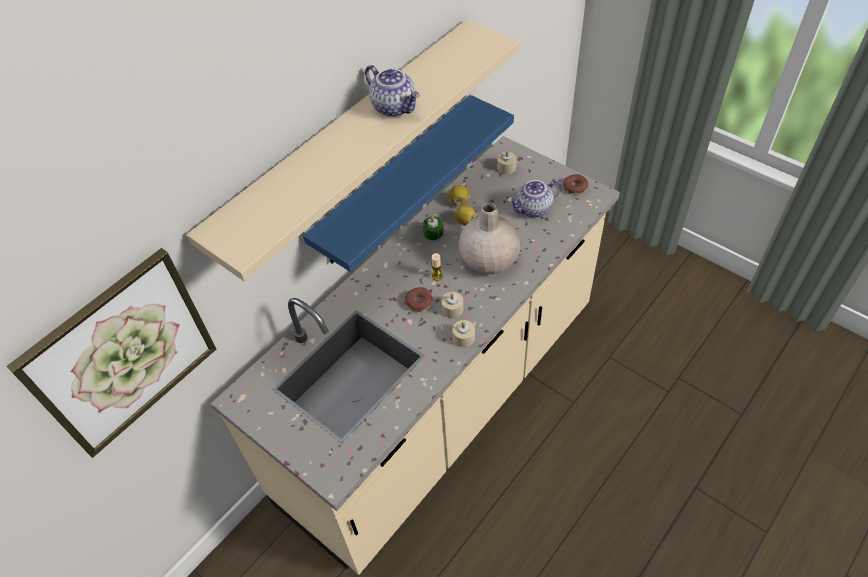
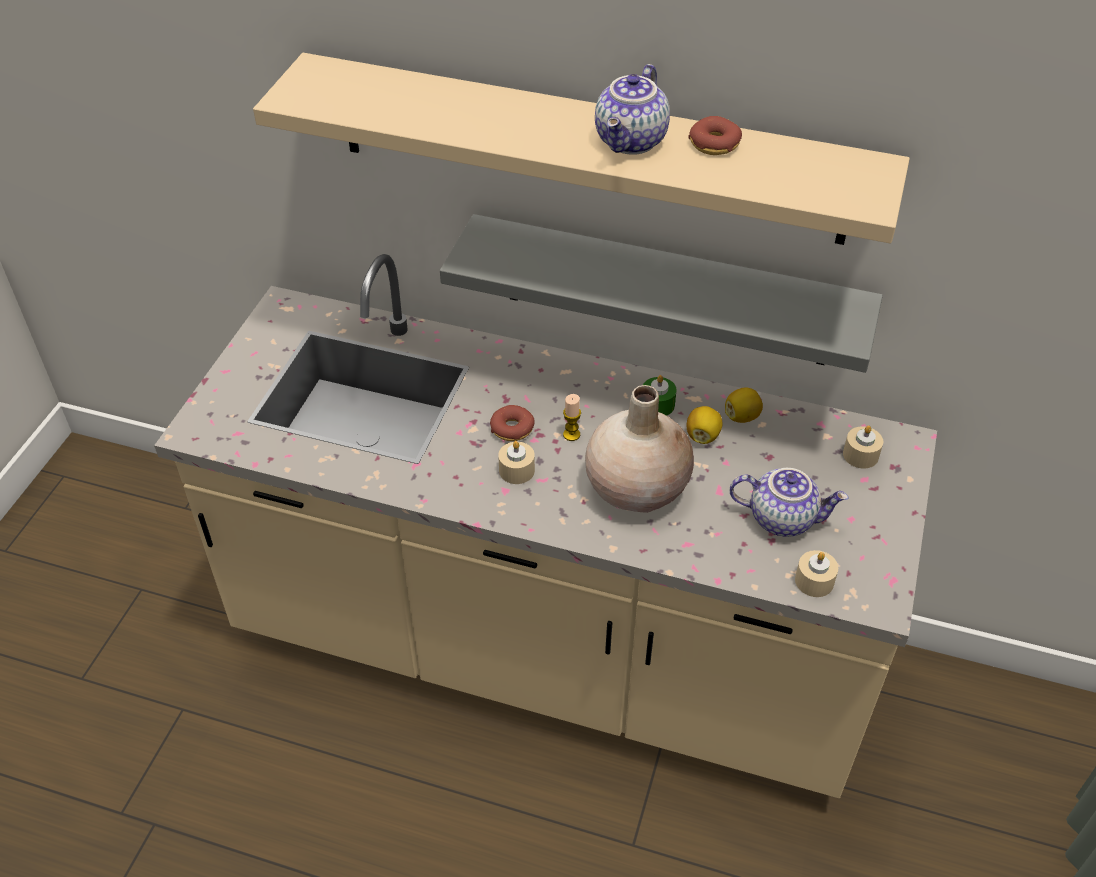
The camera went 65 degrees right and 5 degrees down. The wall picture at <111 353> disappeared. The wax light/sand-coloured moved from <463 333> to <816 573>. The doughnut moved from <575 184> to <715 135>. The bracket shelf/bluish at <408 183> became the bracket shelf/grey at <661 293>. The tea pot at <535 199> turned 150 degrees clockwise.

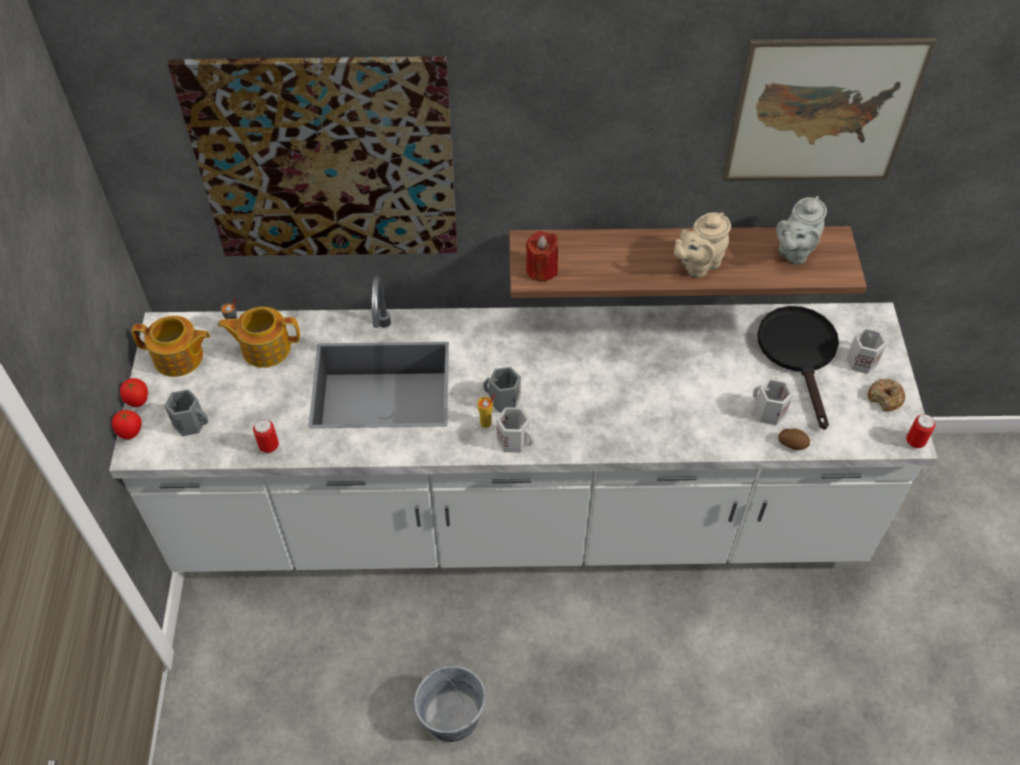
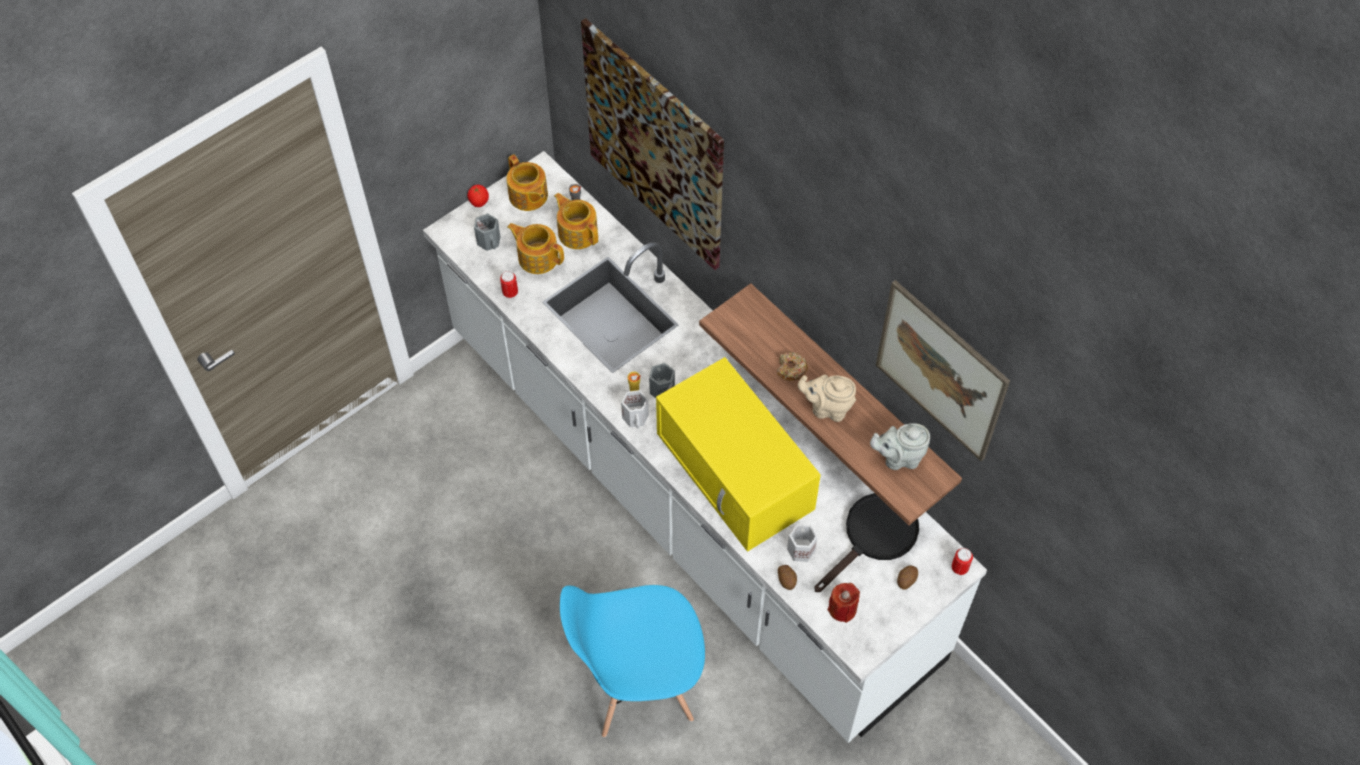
The camera went 50 degrees right and 5 degrees up. The tomato at <127 424> disappeared. The water bucket/grey at <450 703> disappeared. The tea pot at <535 248> appeared. The chair/bluish at <632 661> appeared. The kitchen microwave/yellow at <738 454> appeared. The wax light/red-coloured moved from <542 256> to <844 603>. The doughnut moved from <887 395> to <792 366>. The sealed can moved from <920 431> to <962 561>. The coffee mug/white at <866 351> was replaced by the potato at <907 578>.

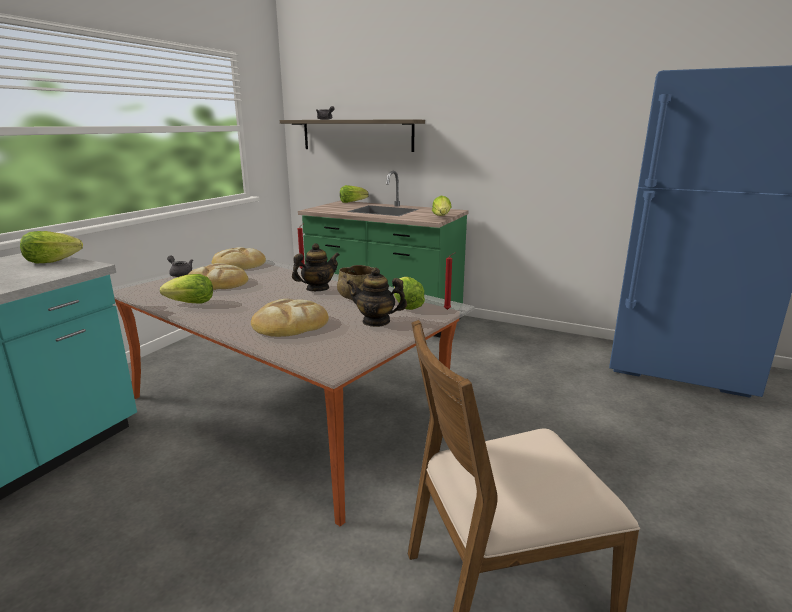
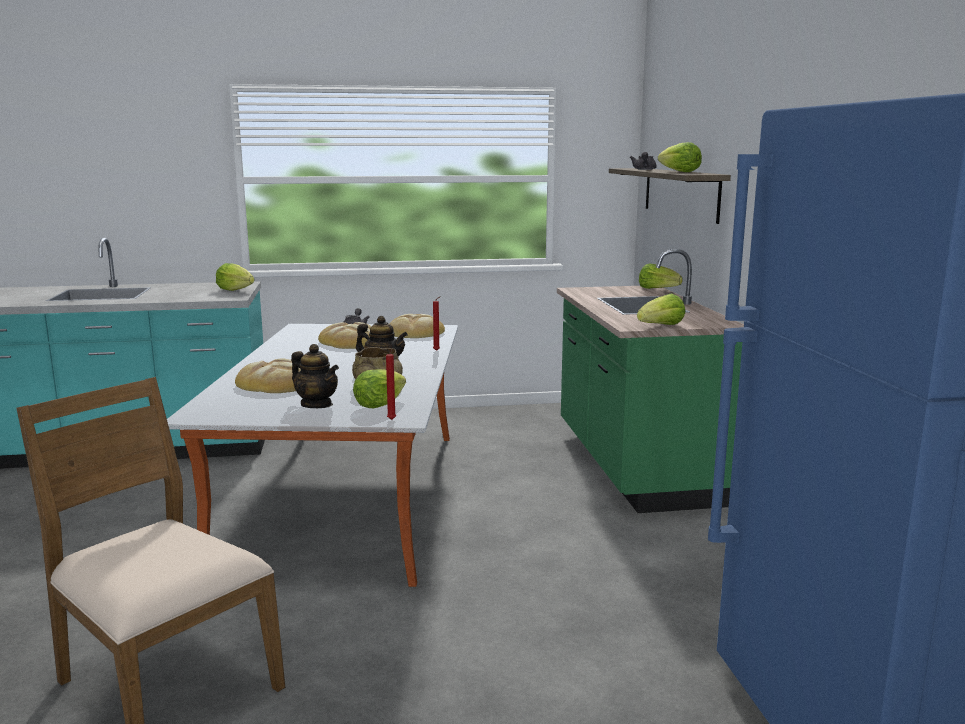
The camera went 55 degrees right and 5 degrees down. The head of lettuce moved from <186 289> to <680 157>. The tea pot at <377 297> turned 150 degrees clockwise.

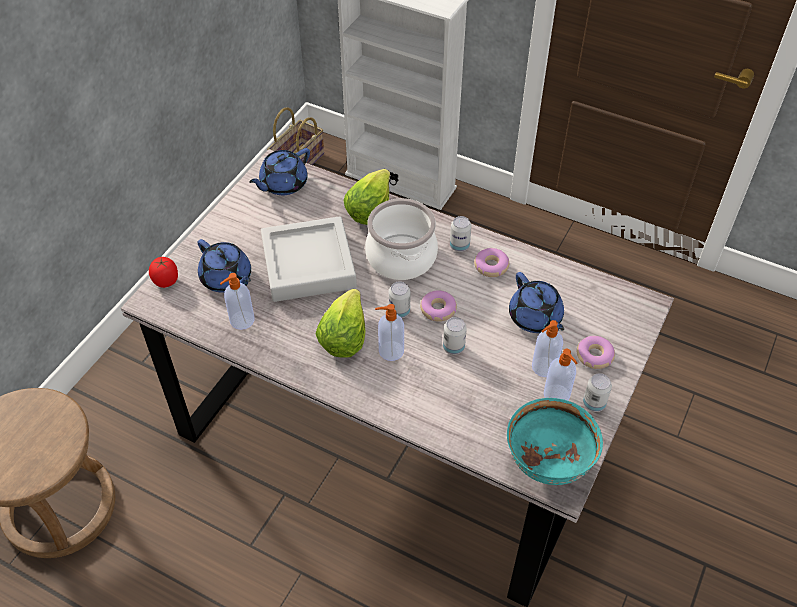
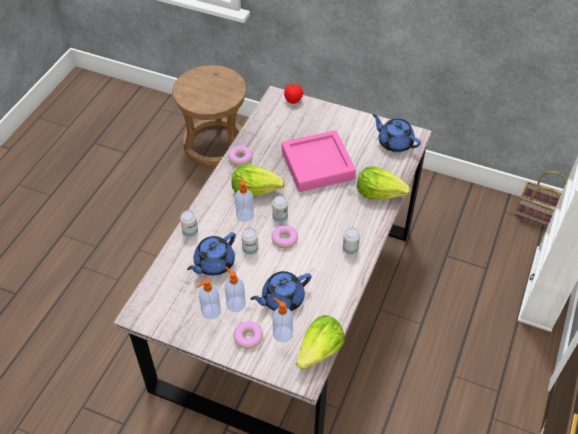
The camera went 85 degrees right and 0 degrees up. The cooking pot at <401 239> disappeared. The serving bowl/blue-green at <555 441> disappeared. The head of lettuce at <320 342> appeared. The tea pot/bluish moved from <224 266> to <211 254>. The liquid soap bottle moved from <237 301> to <282 319>. The doughnut moved from <491 262> to <240 156>. The sealed can moved from <597 392> to <189 223>. The serving tray/grey at <309 259> became the serving tray/pinkish at <319 161>.

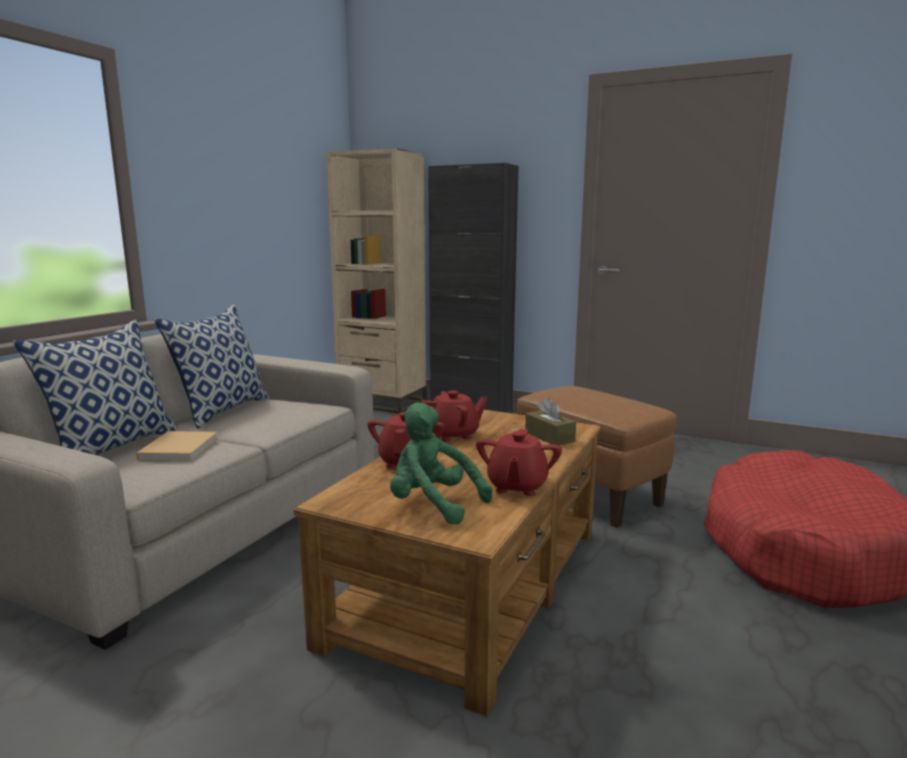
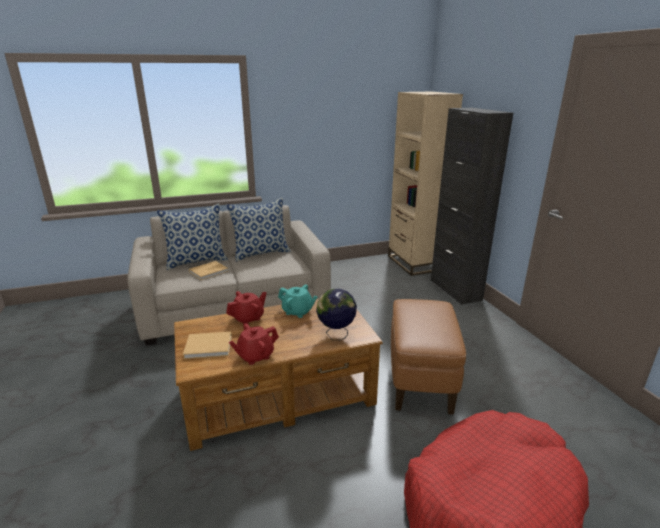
The camera went 45 degrees right and 10 degrees up. The soft toy/greenish at <441 463> was replaced by the bound book/sand-coloured at <207 345>. The tissue box/brown at <550 421> was replaced by the desk globe at <336 314>. The tea pot/red-coloured at <454 416> became the tea pot/blue-green at <298 301>.

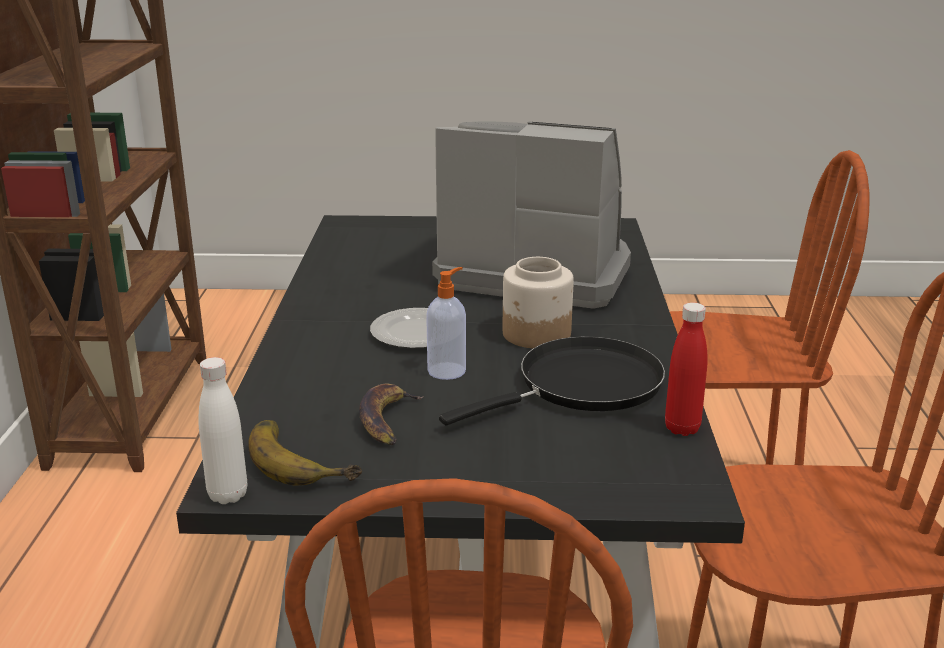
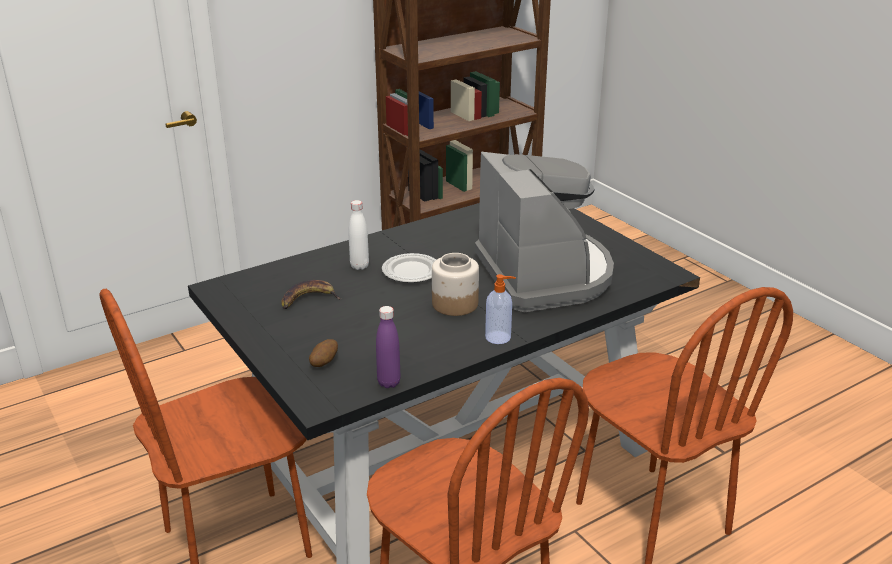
The camera went 55 degrees right and 5 degrees up. The banana fruit at <305 453> disappeared. The pan/black-coloured at <552 381> disappeared. The potato at <323 353> appeared. The bottle/white moved from <222 430> to <358 235>. The liquid soap bottle moved from <446 323> to <500 309>. The bottle/red-coloured at <686 369> became the bottle/purple-coloured at <388 347>.

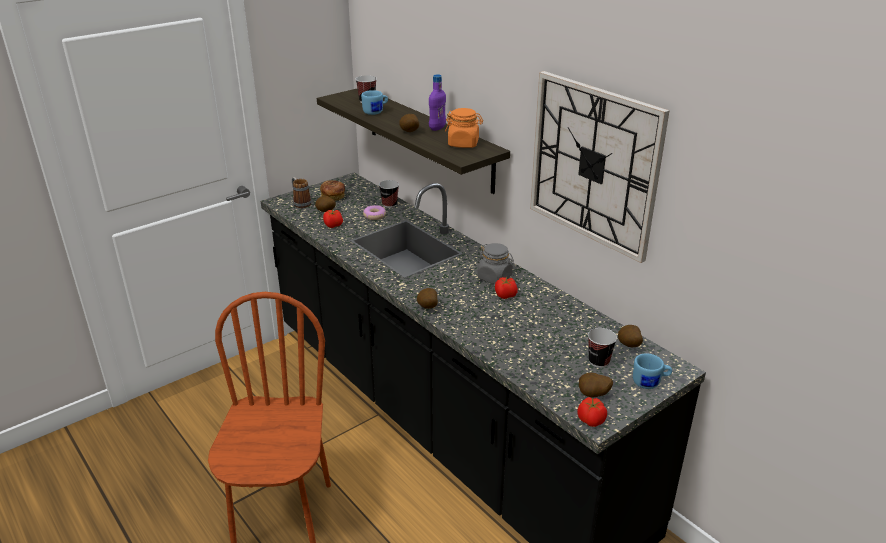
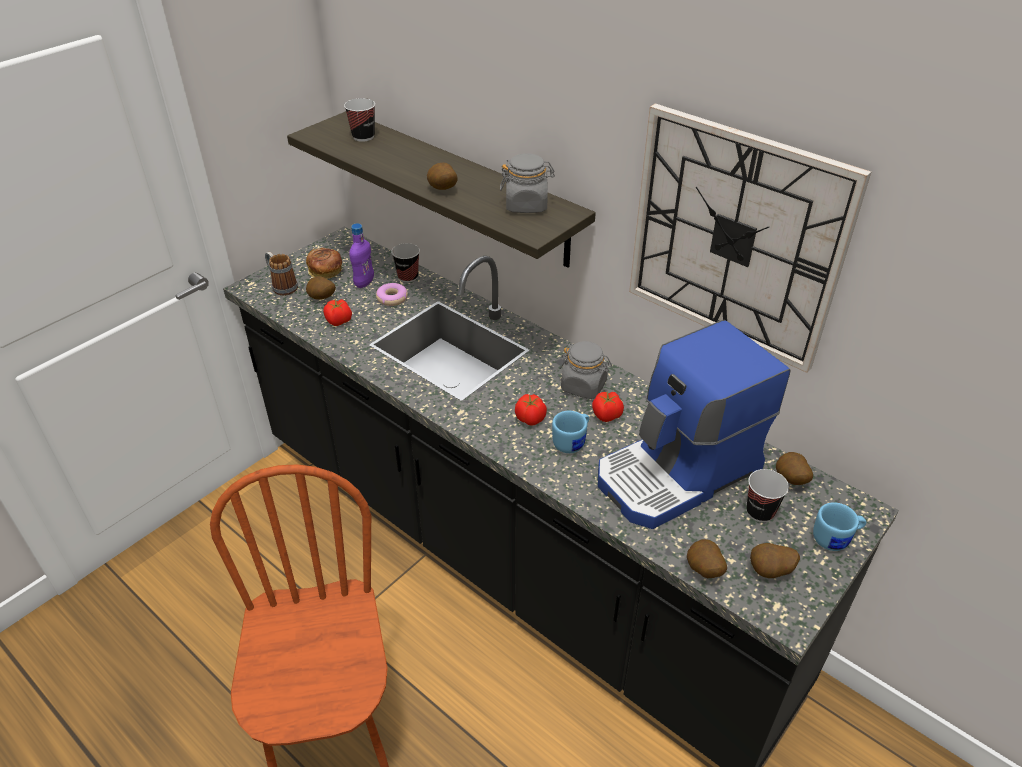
The camera went 10 degrees left and 10 degrees up. The coffee machine at <694 424> appeared. The coffee mug/bluish moved from <374 102> to <570 432>. The potato moved from <427 298> to <707 558>. The bottle/purple-coloured moved from <437 102> to <361 255>. The tomato moved from <592 412> to <531 410>. The preserve jar/orangey at <464 128> became the preserve jar/grey at <527 183>.

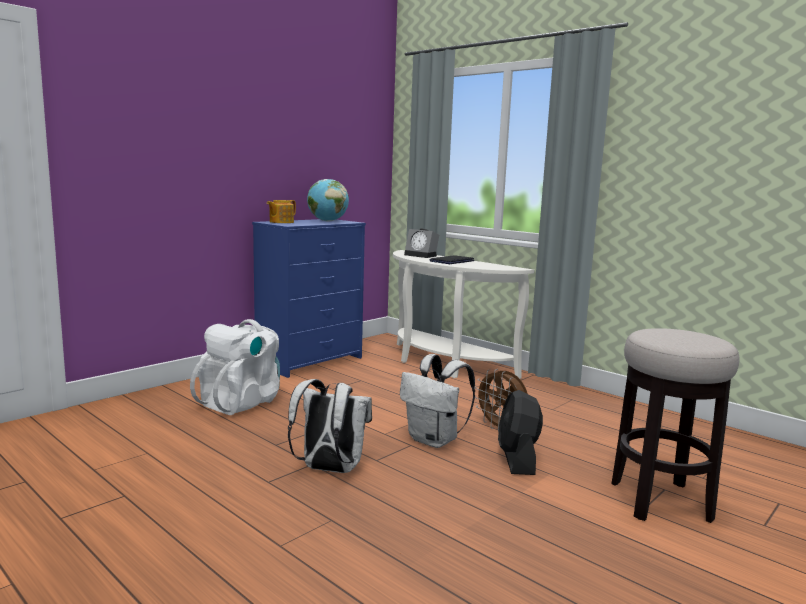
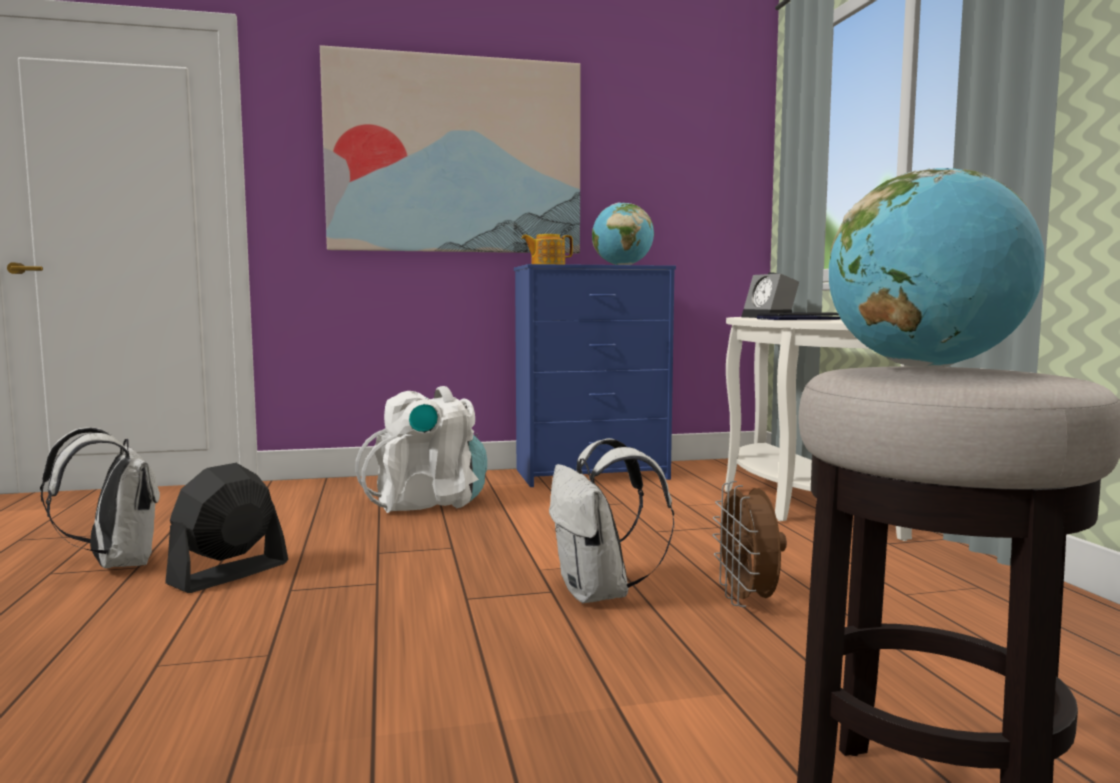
The camera went 35 degrees right and 5 degrees down. The wall picture at <450 149> appeared. The desk globe at <937 268> appeared. The rucksack/white moved from <330 426> to <100 497>. The fan/black-coloured moved from <520 432> to <226 528>.

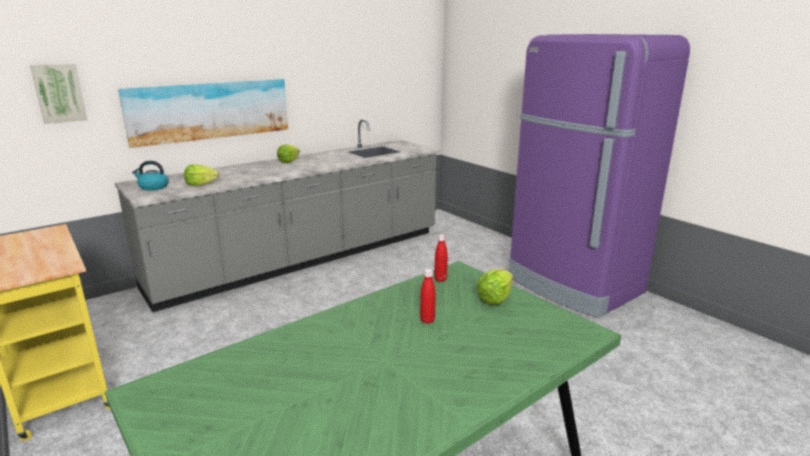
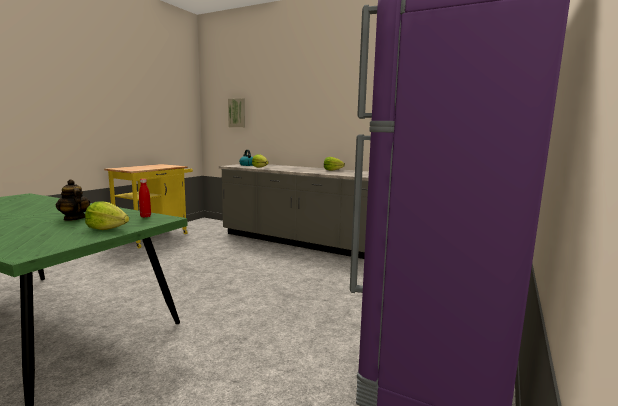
The camera went 65 degrees right and 10 degrees down. The wall picture at <203 113> disappeared. The bottle/red-coloured at <428 296> was replaced by the tea pot at <73 200>.

